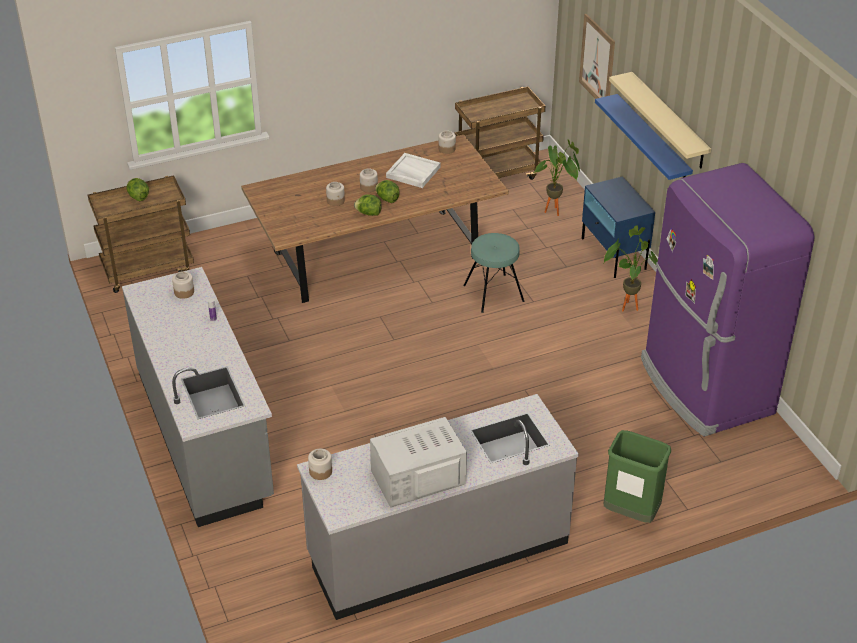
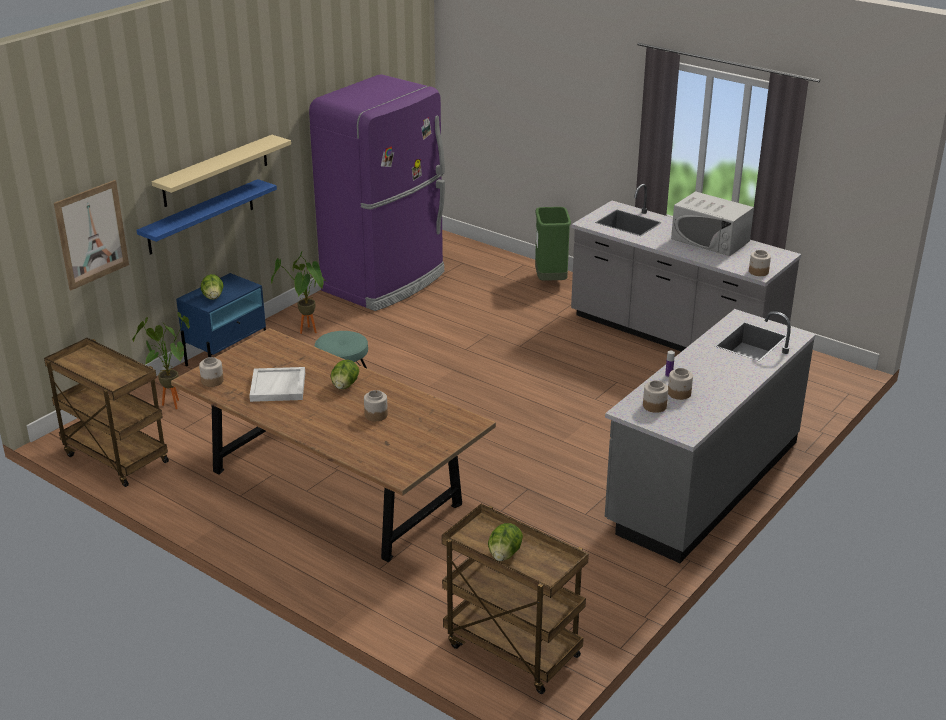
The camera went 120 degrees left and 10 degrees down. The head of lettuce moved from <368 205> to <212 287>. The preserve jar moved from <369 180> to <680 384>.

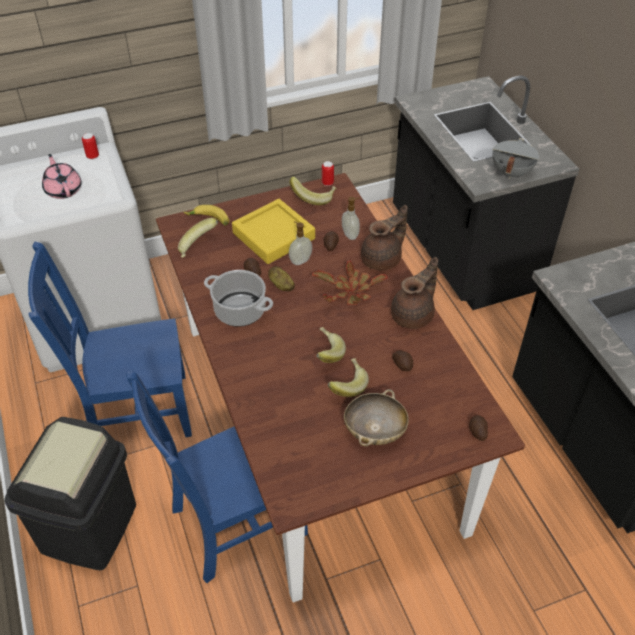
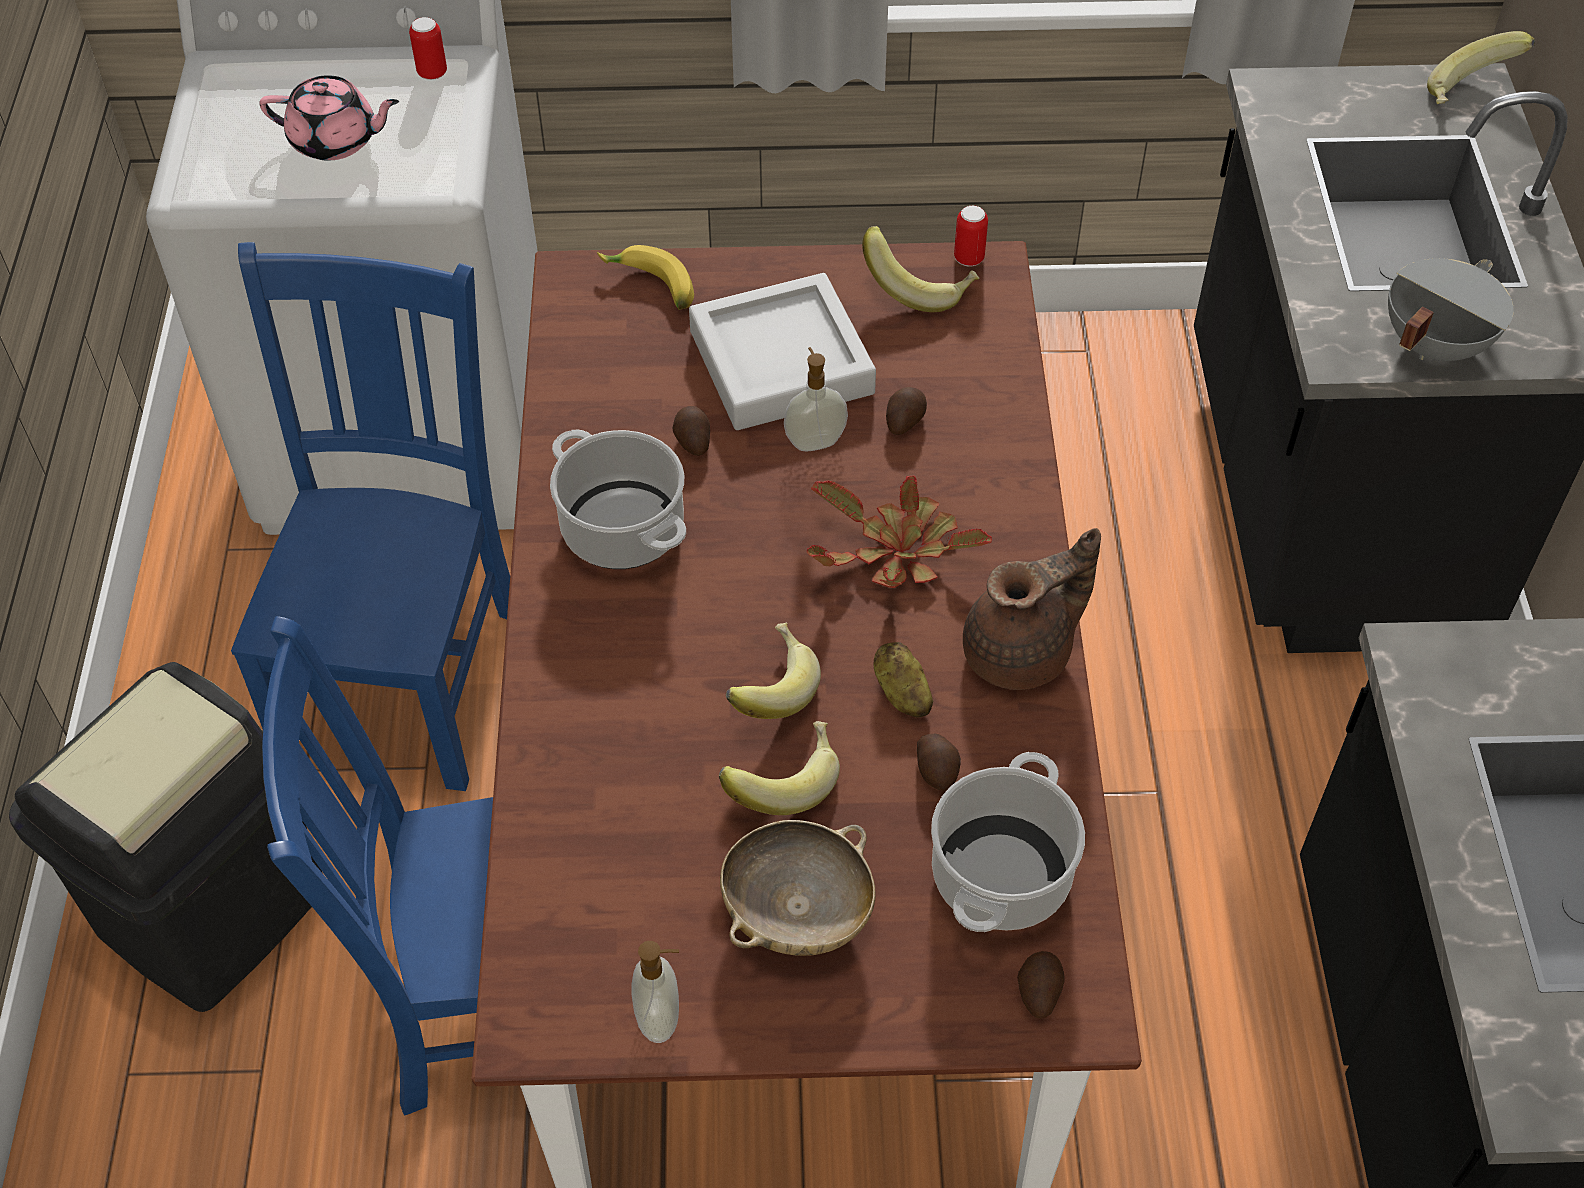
The camera went 20 degrees right and 5 degrees up. The tea pot/brown at <384 237> disappeared. The cooking pot at <1008 842> appeared. The banana fruit moved from <198 238> to <1481 67>. The potato moved from <281 278> to <903 679>. The liquid soap bottle moved from <351 218> to <655 992>. The serving tray/yellow at <273 231> became the serving tray/grey at <782 351>. The chair/bluish at <110 339> turned 90 degrees clockwise. The tea pot/pinkish at <62 176> turned 105 degrees clockwise.

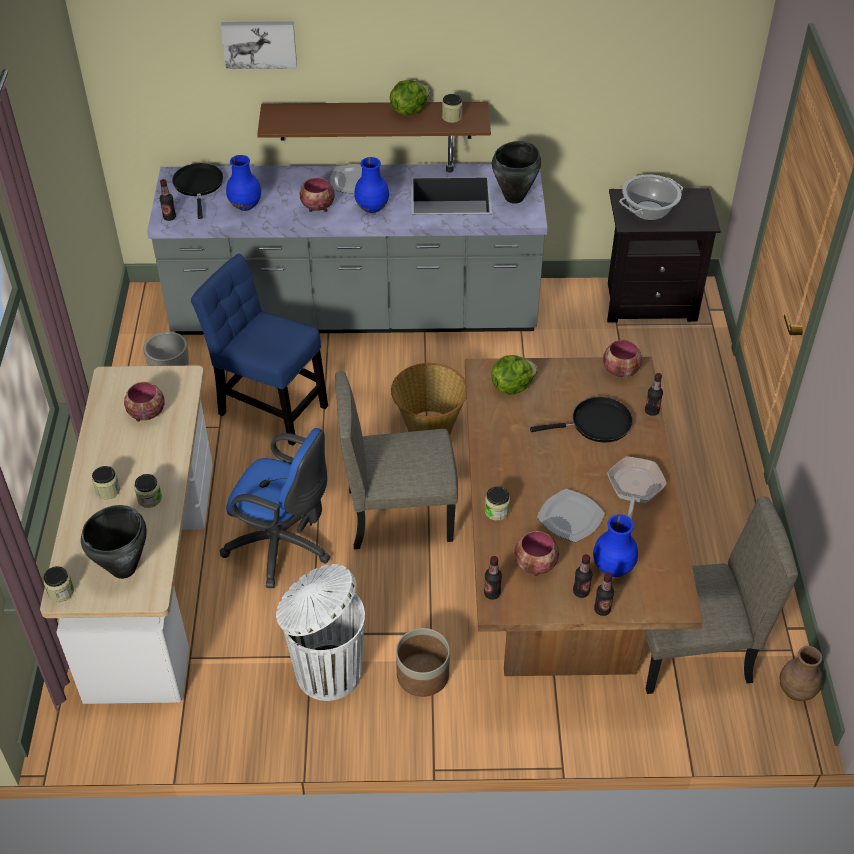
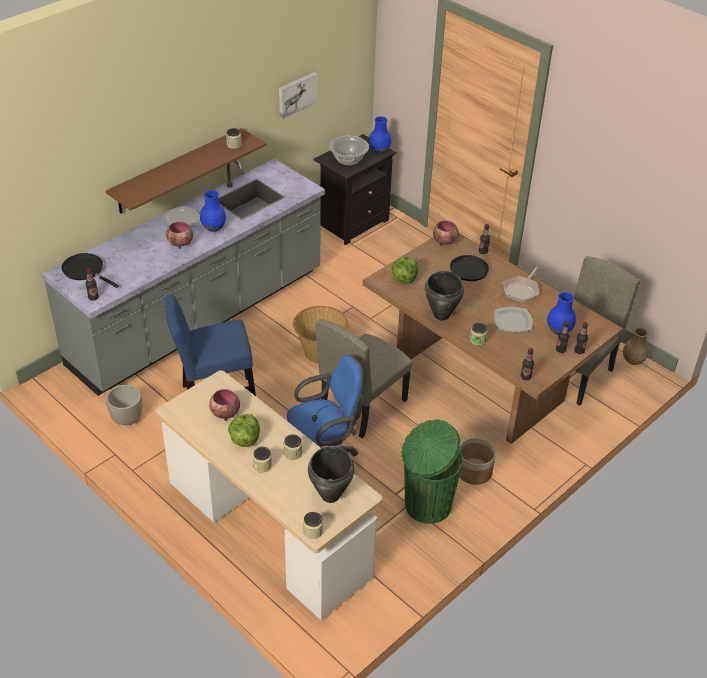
The camera went 45 degrees left and 5 degrees down. The serving bowl at <536 553> disappeared. The wall picture moved from <259 45> to <298 95>. The flower vase/bluish moved from <243 183> to <380 135>. The head of lettuce moved from <410 98> to <244 430>. The cooking pot/black-coloured moved from <516 172> to <444 295>. The rubbish bin/white at <320 632> became the rubbish bin/greenish at <432 471>. The pan at <637 488> turned 120 degrees counterclockwise.

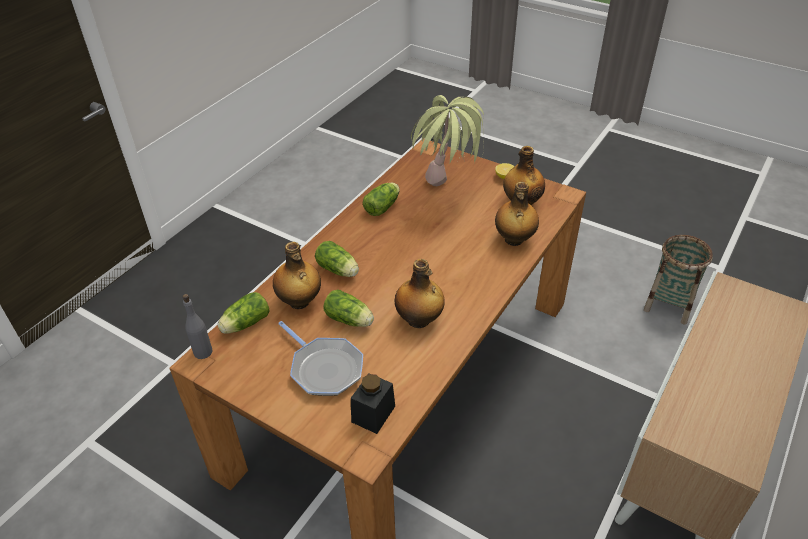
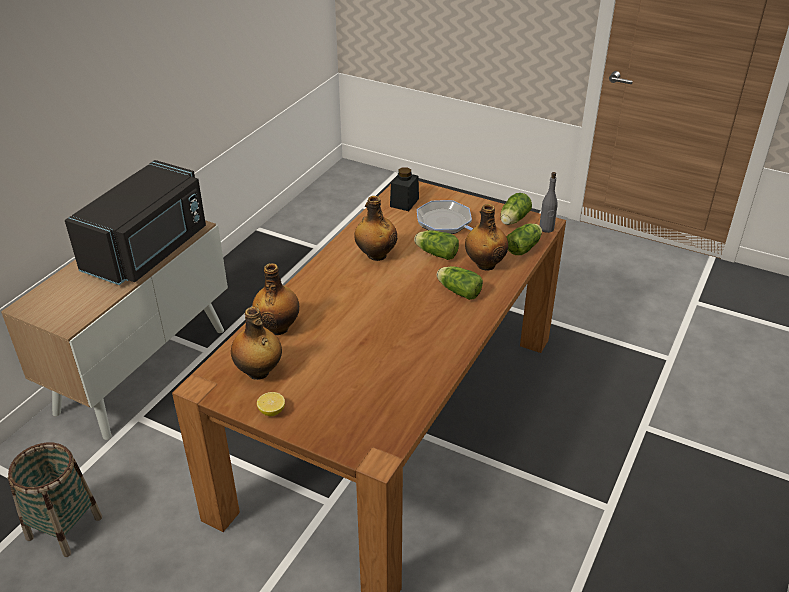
The camera went 175 degrees right and 5 degrees down. The plant in a pot at <447 140> disappeared. The kitchen microwave/black-coloured at <135 222> appeared. The head of lettuce moved from <381 199> to <516 209>.

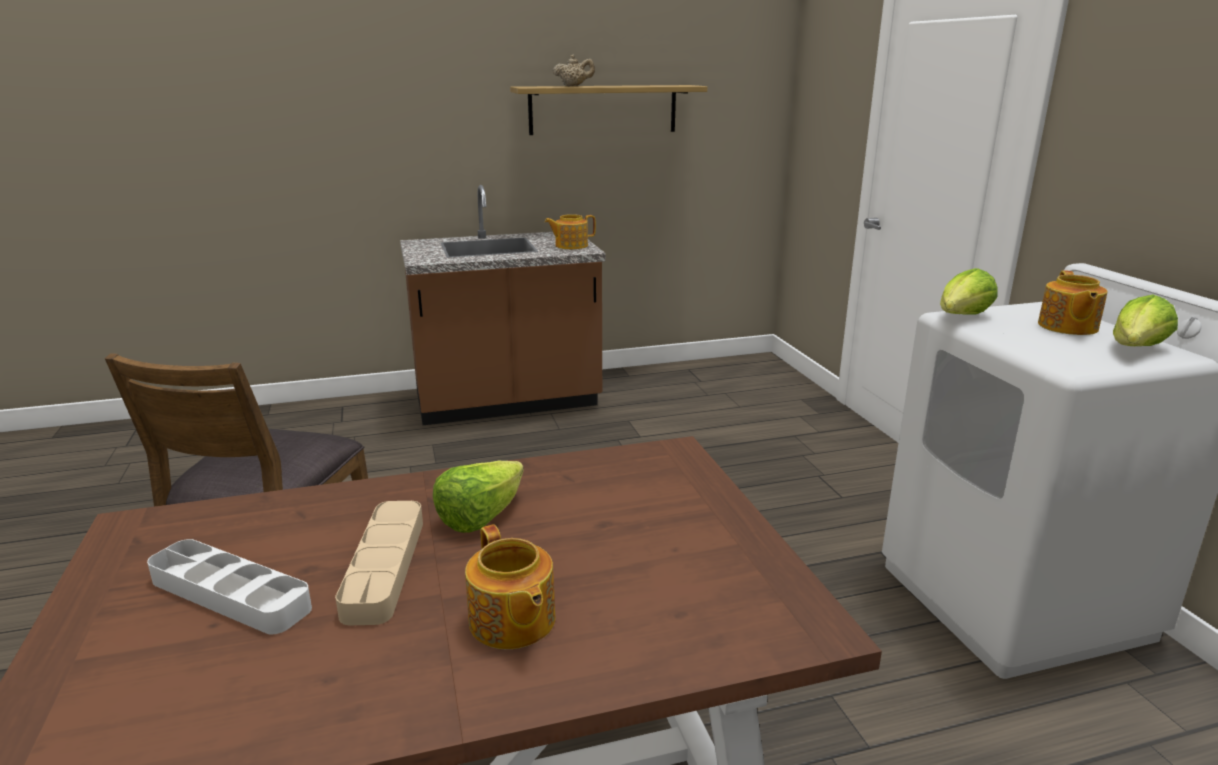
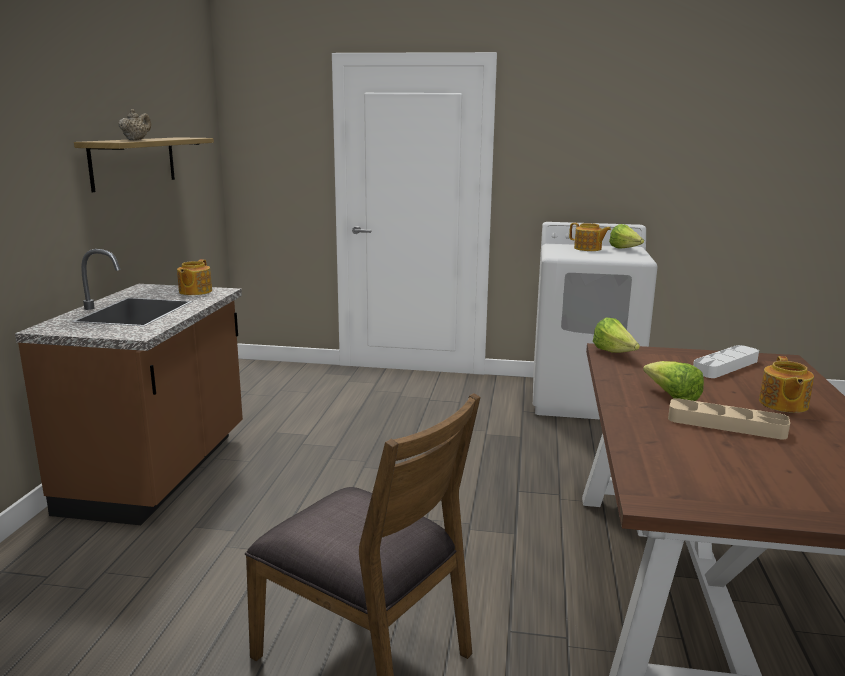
The camera went 65 degrees left and 5 degrees down. The serving tray/white moved from <229 586> to <726 361>. The head of lettuce moved from <969 291> to <616 335>. The tea pot at <510 586> turned 105 degrees clockwise.

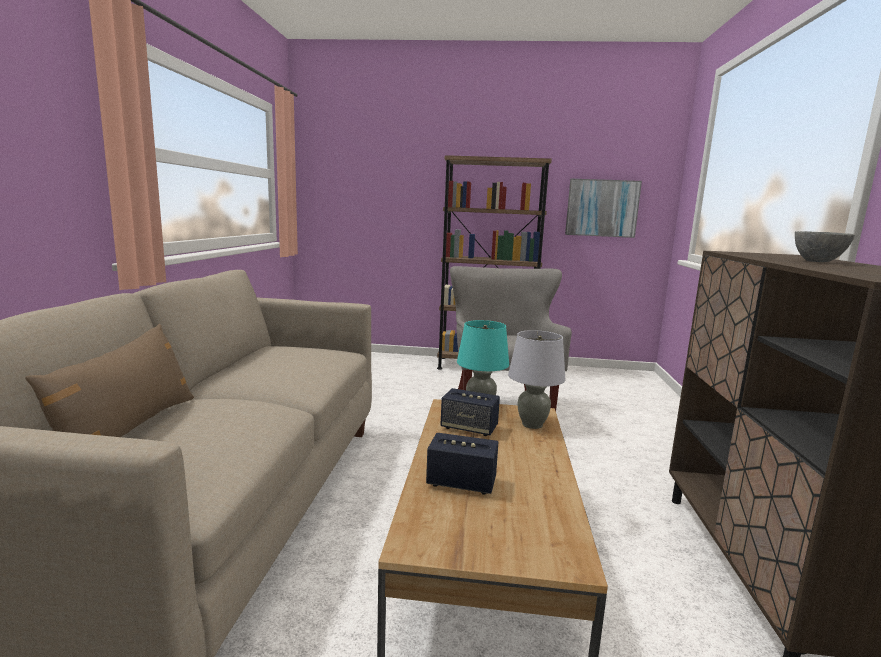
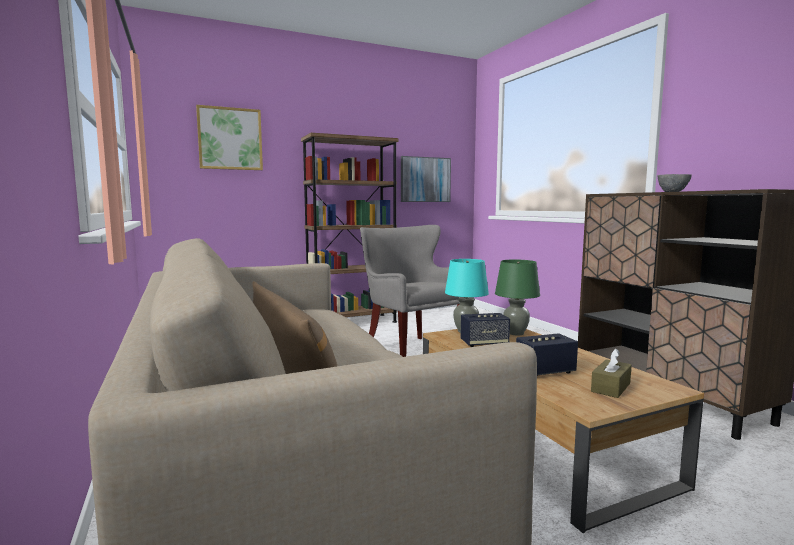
The camera went 30 degrees left and 5 degrees down. The wall picture at <229 137> appeared. The tissue box/brown at <611 373> appeared. The tabletop lamp/grey at <537 379> became the tabletop lamp/greenish at <517 297>.

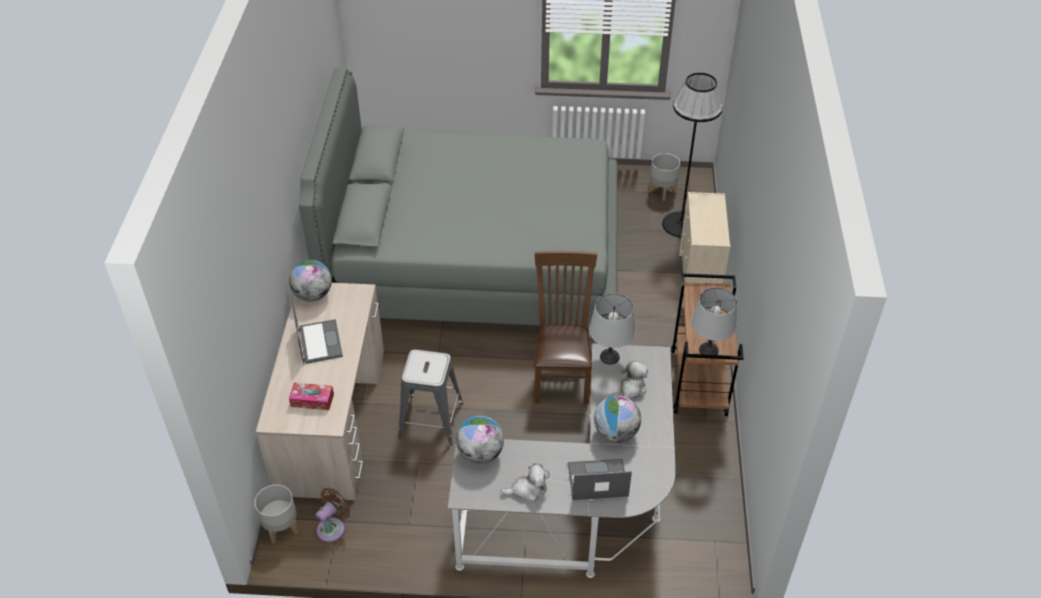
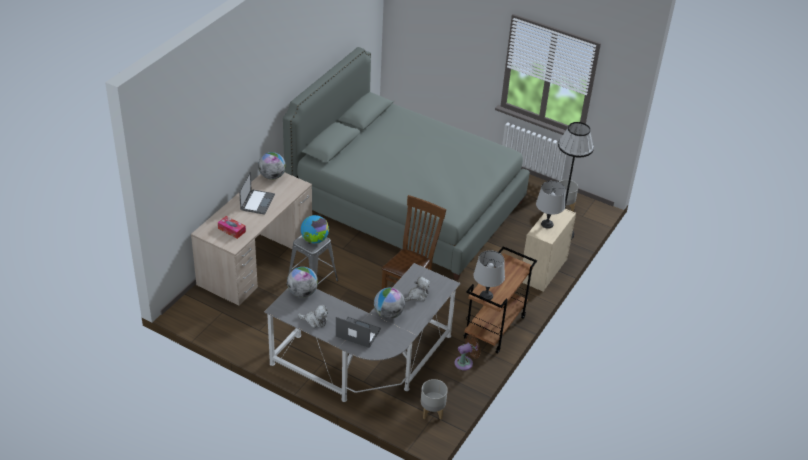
The camera went 25 degrees right and 5 degrees down. The desk globe at <315 229> appeared. The planter/grey moved from <276 514> to <434 399>. The fan/brown moved from <333 515> to <468 352>. The tabletop lamp/grey moved from <612 329> to <551 205>.

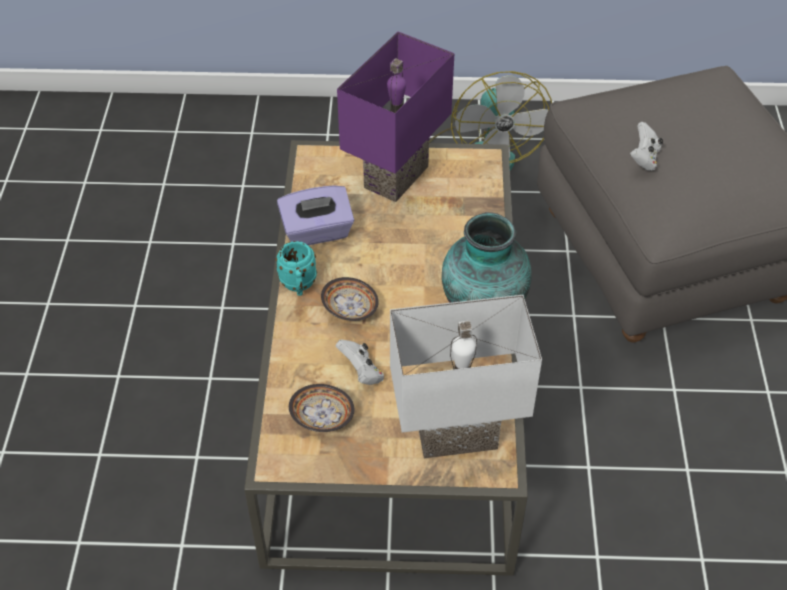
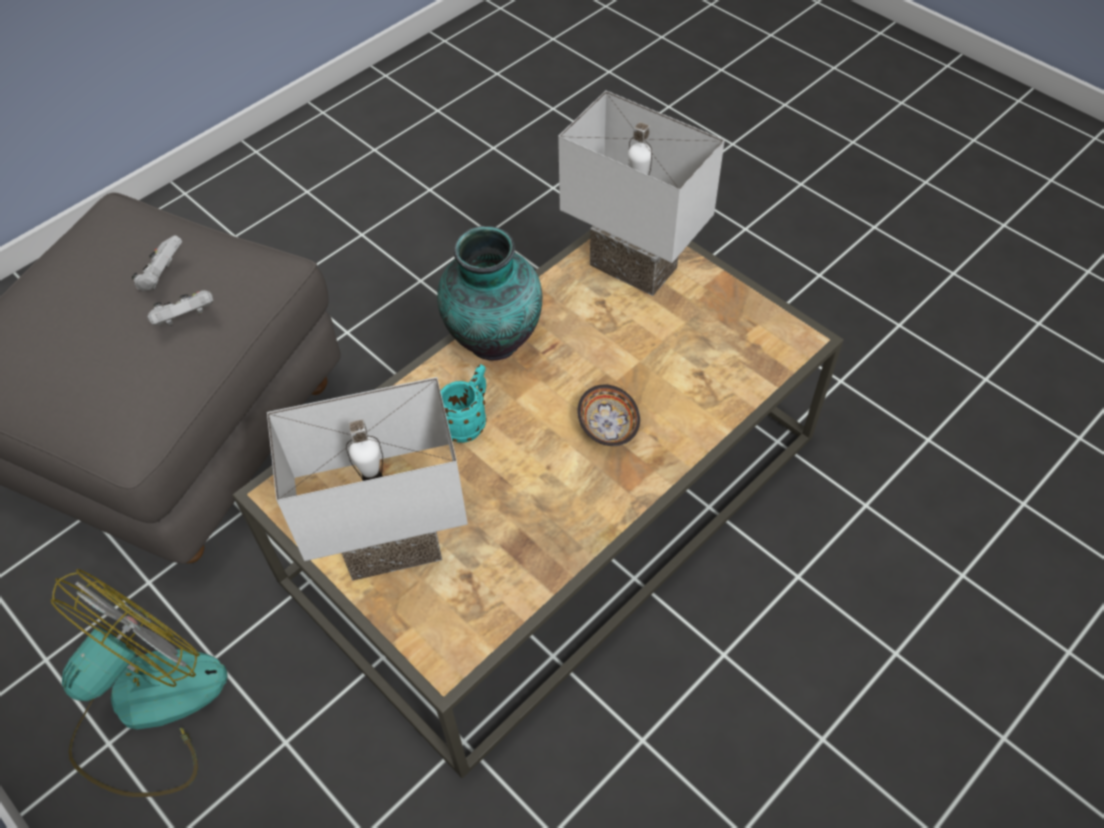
The camera went 135 degrees left and 5 degrees up. The tissue box/purple-coloured at <315 216> disappeared. The serving bowl at <321 408> disappeared. The coffee mug/blue-green moved from <296 268> to <463 403>. The gamepad/white moved from <359 362> to <157 263>. The tabletop lamp/purple-coloured at <395 117> became the tabletop lamp/white at <367 479>.

